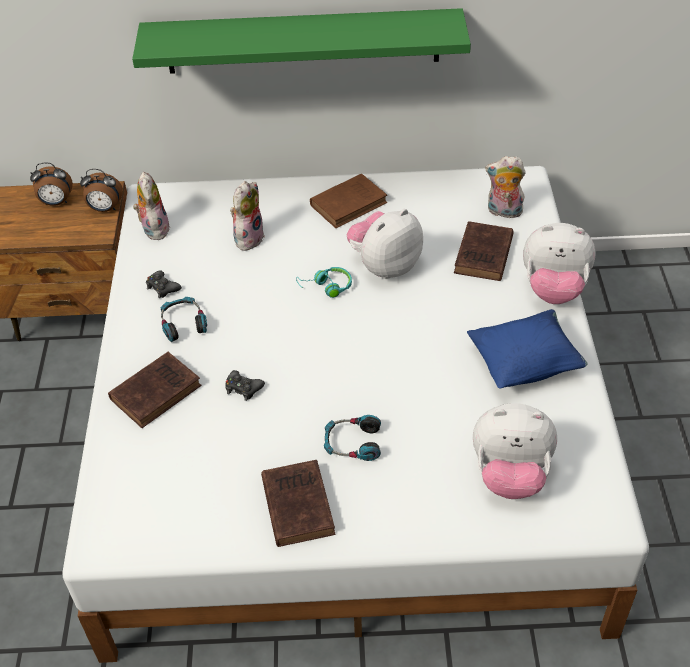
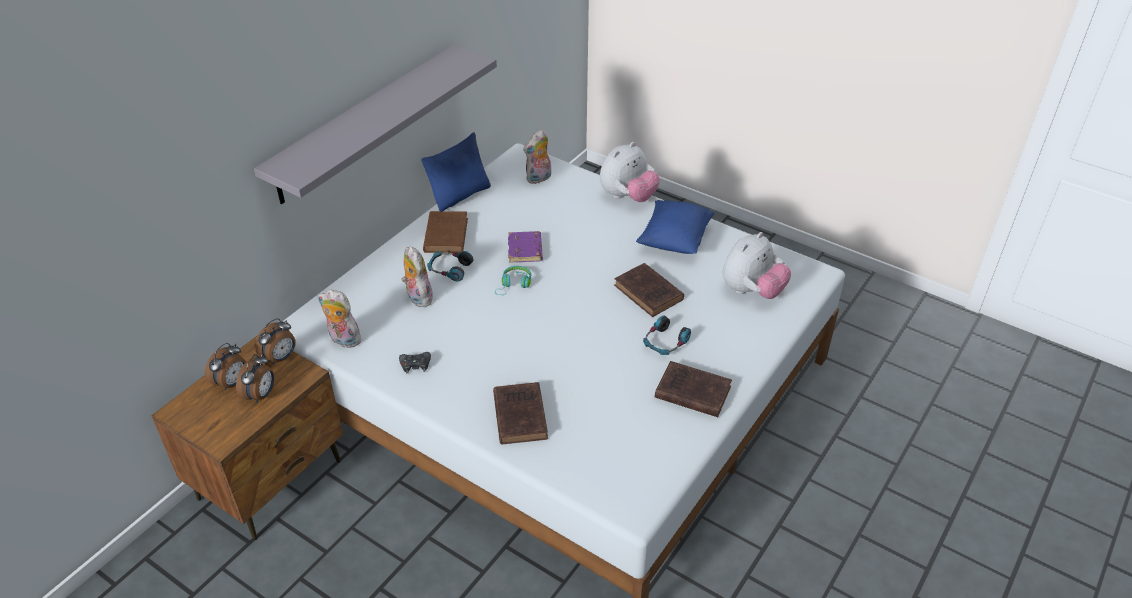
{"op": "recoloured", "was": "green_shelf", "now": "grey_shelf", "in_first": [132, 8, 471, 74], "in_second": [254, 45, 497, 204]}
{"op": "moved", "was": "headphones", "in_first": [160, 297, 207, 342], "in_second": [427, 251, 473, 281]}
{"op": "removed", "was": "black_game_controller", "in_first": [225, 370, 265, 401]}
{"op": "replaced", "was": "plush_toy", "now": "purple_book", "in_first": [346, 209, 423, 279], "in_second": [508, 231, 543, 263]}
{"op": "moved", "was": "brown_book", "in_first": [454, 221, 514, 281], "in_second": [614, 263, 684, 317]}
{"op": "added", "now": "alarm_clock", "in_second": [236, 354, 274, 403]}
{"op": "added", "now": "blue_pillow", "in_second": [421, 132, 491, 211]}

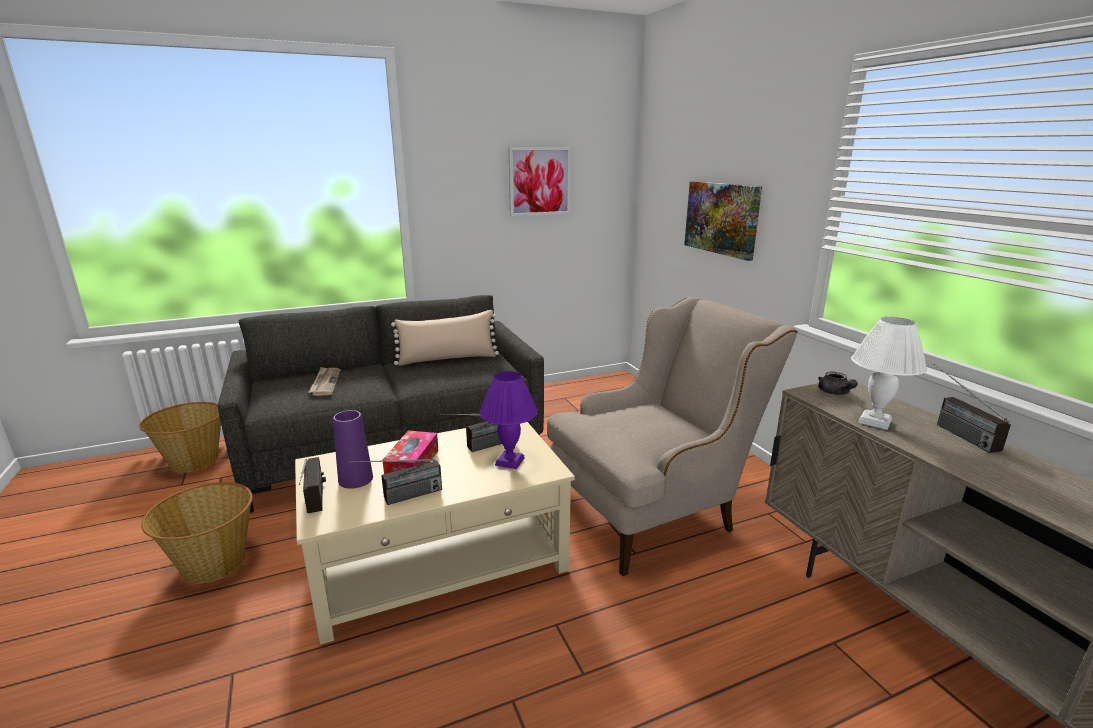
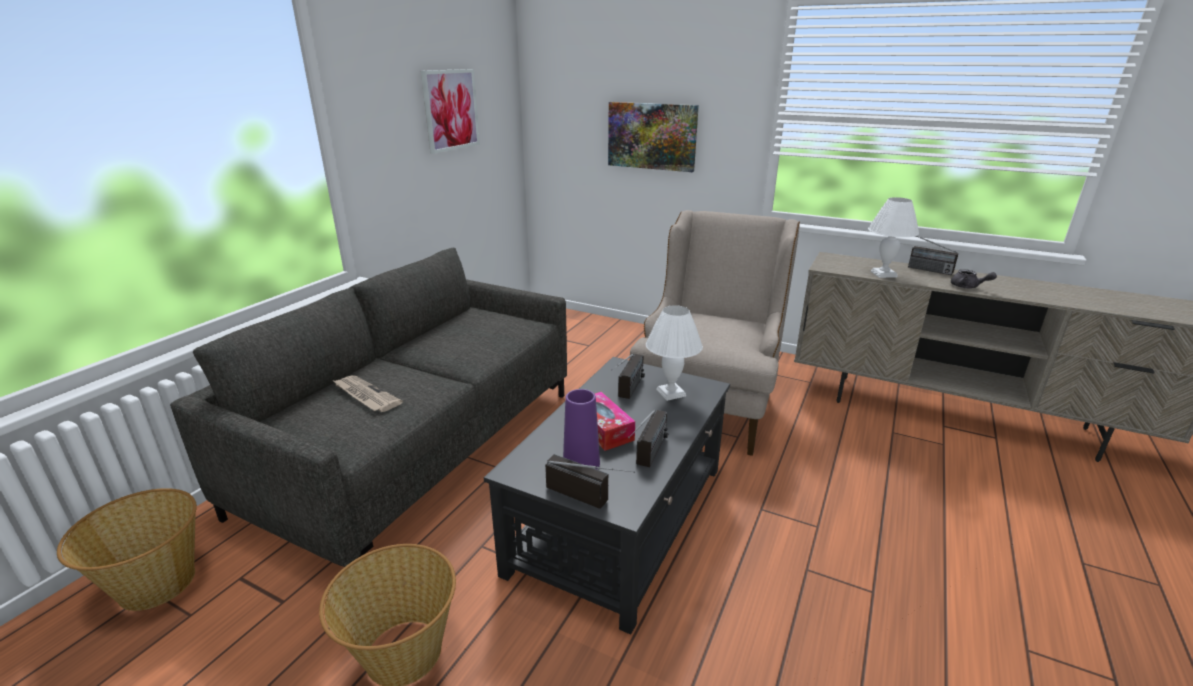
{"op": "recoloured", "was": "beige_coffee_table", "now": "black_coffee_table", "in_first": [295, 422, 575, 645], "in_second": [484, 357, 730, 635]}
{"op": "removed", "was": "beige_pillow", "in_first": [391, 310, 499, 366]}
{"op": "recoloured", "was": "purple_table_lamp", "now": "white_table_lamp", "in_first": [479, 371, 538, 469], "in_second": [646, 305, 703, 401]}
{"op": "moved", "was": "grey_teapot", "in_first": [818, 371, 858, 395], "in_second": [951, 269, 997, 288]}

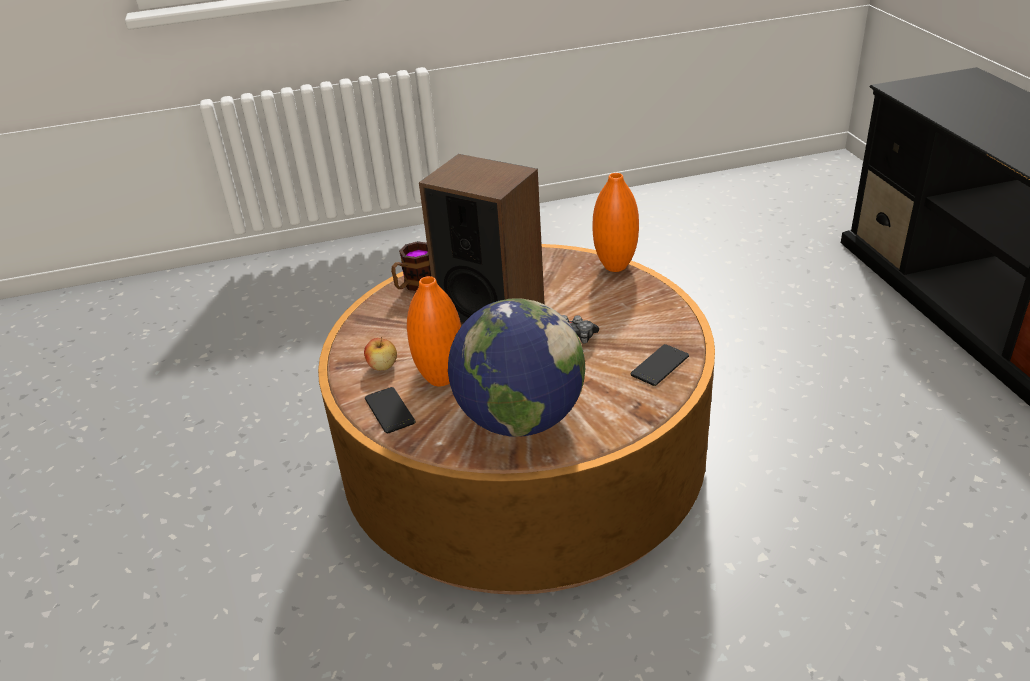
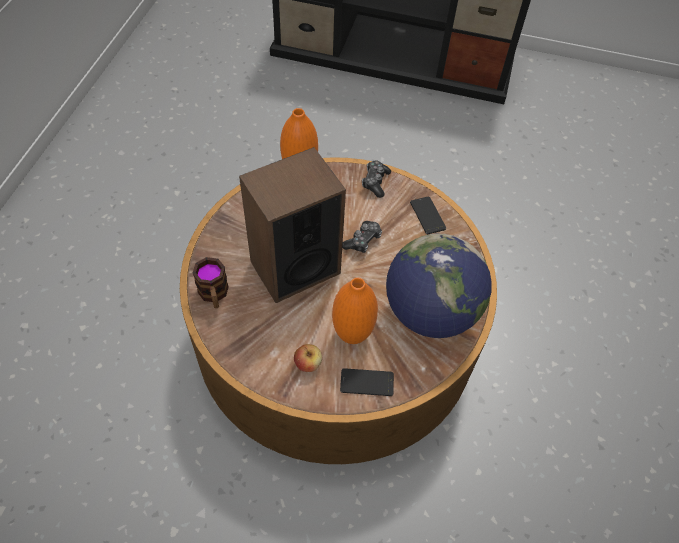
{"op": "added", "now": "game_controller", "in_second": [362, 160, 391, 198]}

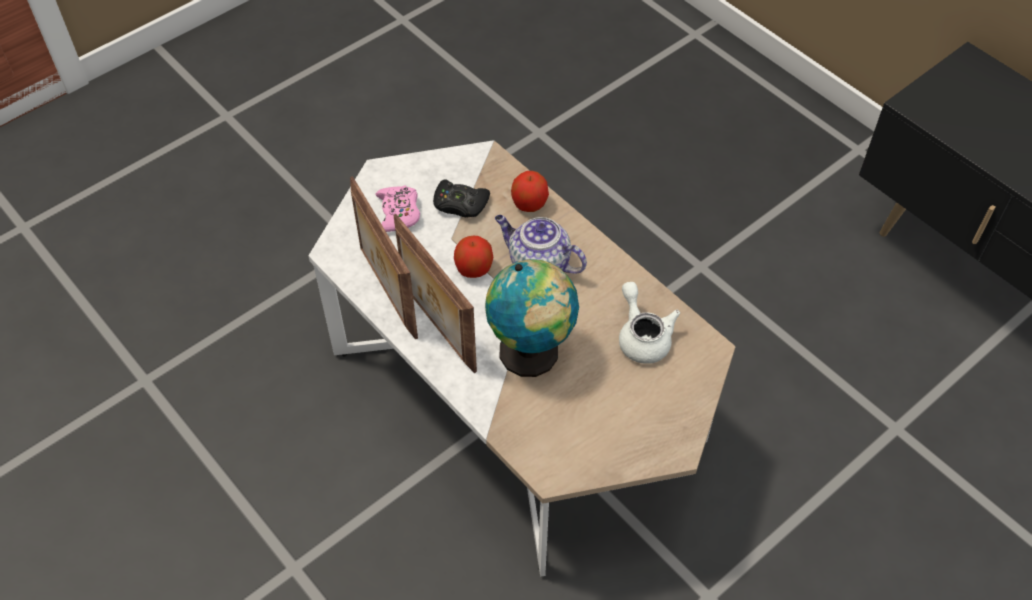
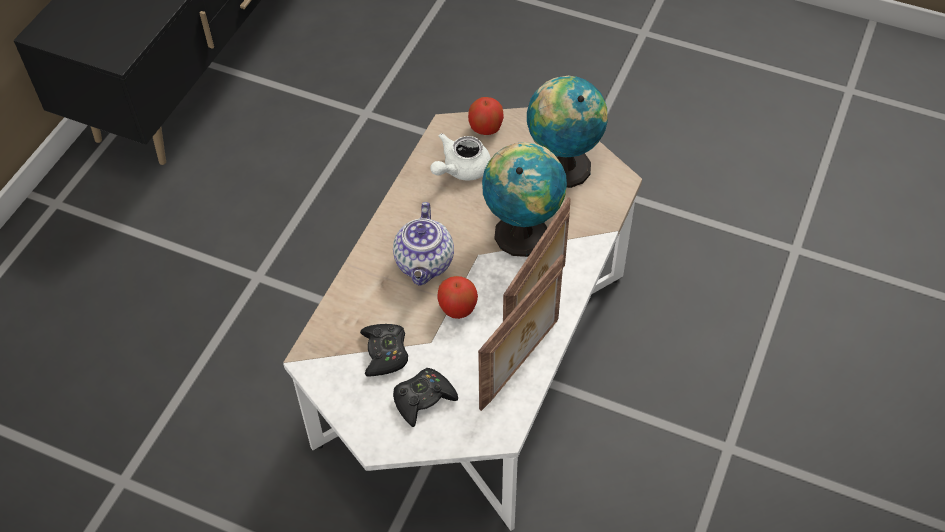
{"op": "recoloured", "was": "pink_game_controller", "now": "black_game_controller", "in_first": [375, 185, 420, 232], "in_second": [393, 368, 458, 427]}
{"op": "moved", "was": "apple", "in_first": [511, 171, 549, 212], "in_second": [468, 97, 504, 135]}
{"op": "added", "now": "globe", "in_second": [527, 76, 608, 188]}

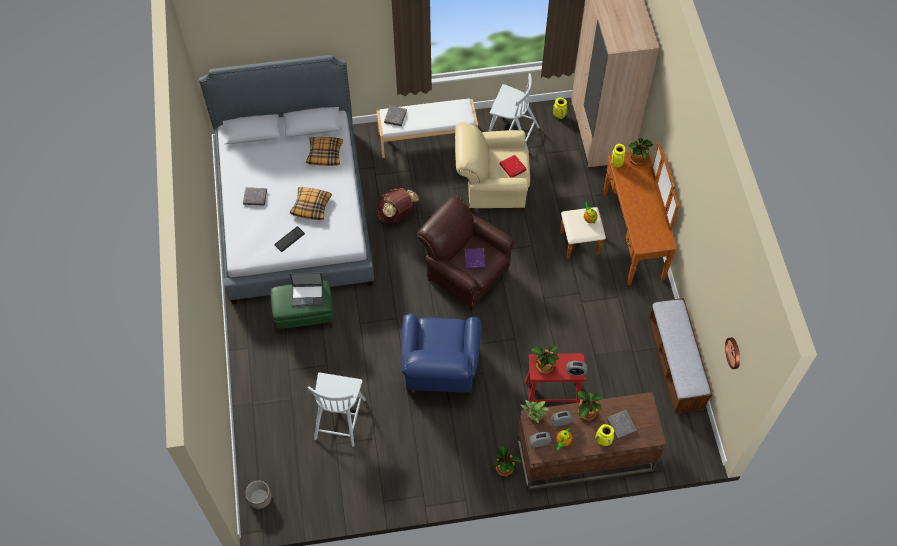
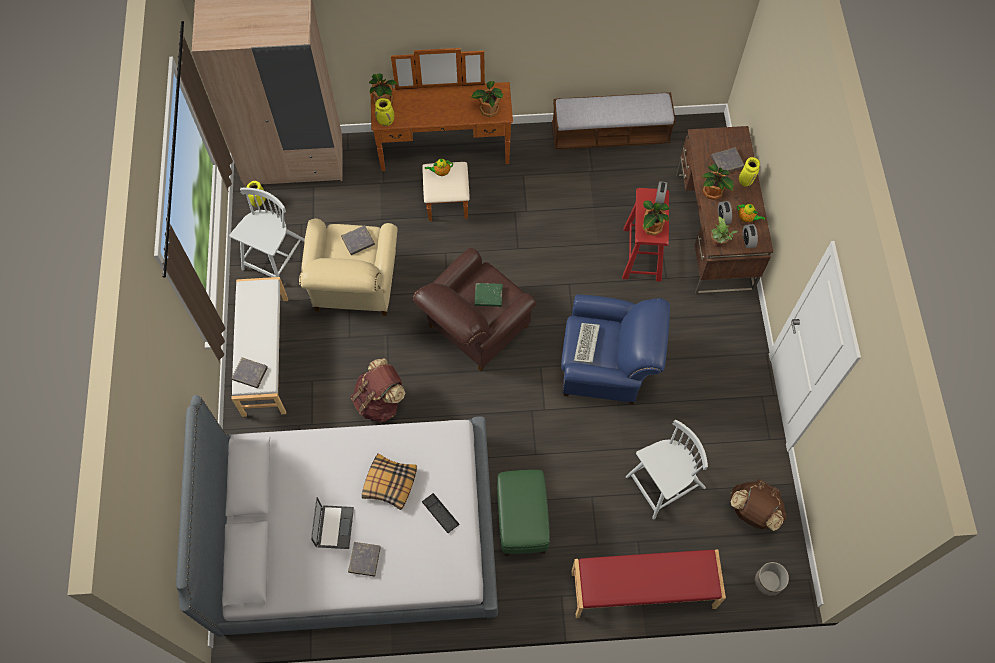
{"op": "moved", "was": "laptop", "in_first": [290, 273, 324, 306], "in_second": [311, 497, 354, 549]}
{"op": "removed", "was": "pillow", "in_first": [306, 137, 343, 166]}
{"op": "turned", "was": "white_chair", "in_first": [308, 372, 366, 447], "in_second": [626, 419, 708, 519], "clockwise": -45}
{"op": "recoloured", "was": "purple_book", "now": "green_book", "in_first": [465, 248, 485, 269], "in_second": [475, 283, 503, 307]}
{"op": "moved", "was": "potted_plant", "in_first": [494, 446, 521, 477], "in_second": [471, 81, 503, 117]}
{"op": "recoloured", "was": "red_book", "now": "grey_book", "in_first": [500, 155, 527, 178], "in_second": [341, 225, 375, 255]}
{"op": "removed", "was": "wall_clock", "in_first": [725, 337, 740, 369]}
{"op": "added", "now": "red_bench", "in_second": [571, 549, 726, 618]}
{"op": "added", "now": "keyboard", "in_second": [574, 323, 600, 364]}
{"op": "added", "now": "brown_backpack", "in_second": [730, 479, 787, 531]}

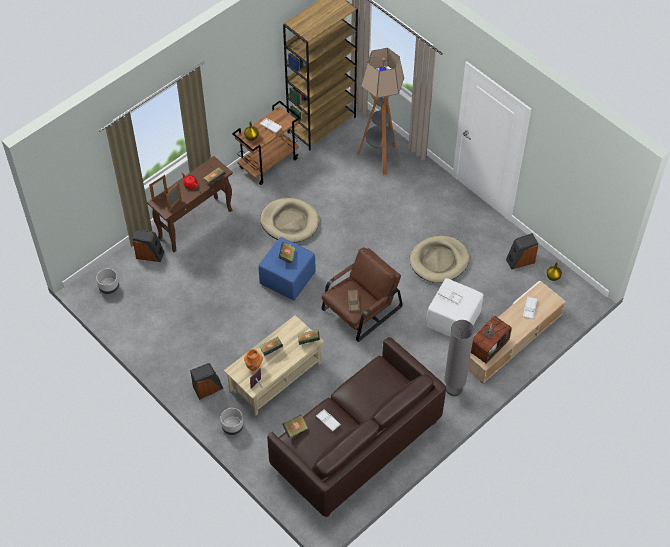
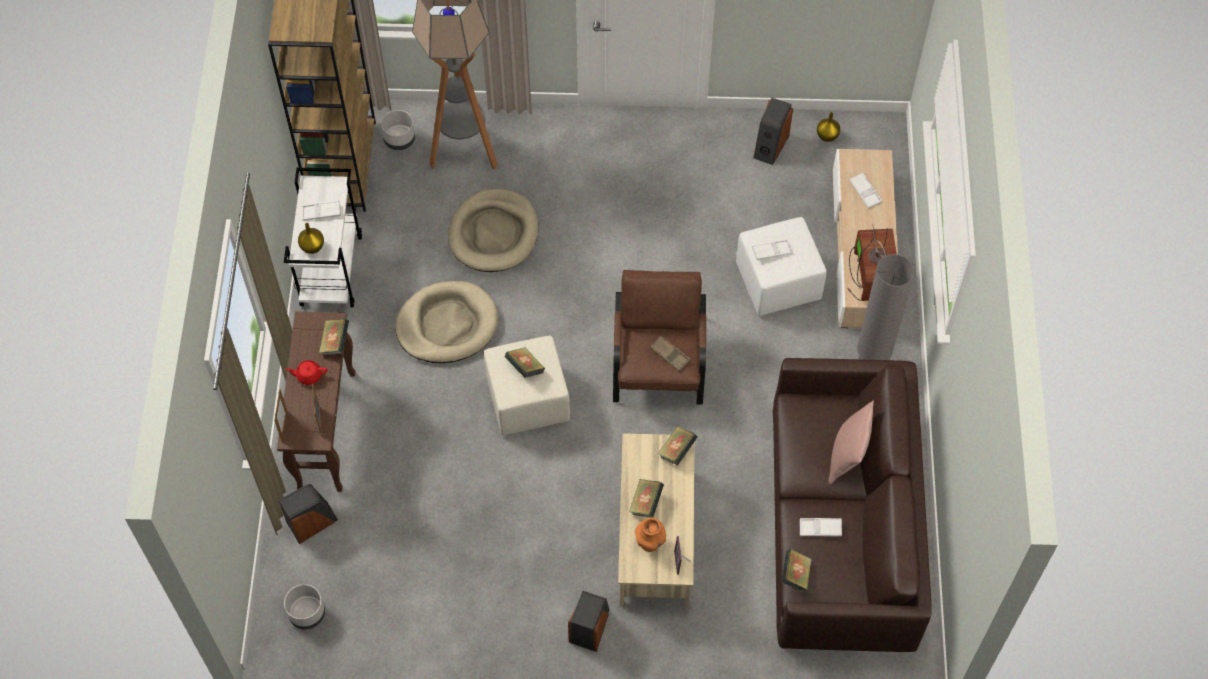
{"op": "moved", "was": "grey_planter", "in_first": [220, 408, 243, 435], "in_second": [381, 110, 415, 150]}
{"op": "recoloured", "was": "brown_cart", "now": "white_cart", "in_first": [232, 101, 301, 185], "in_second": [284, 168, 362, 308]}
{"op": "recoloured", "was": "blue_ottoman", "now": "beige_ottoman", "in_first": [259, 237, 316, 301], "in_second": [484, 336, 570, 436]}
{"op": "moved", "was": "beige_dog_bed", "in_first": [409, 236, 469, 283], "in_second": [448, 189, 538, 272]}
{"op": "added", "now": "pink_pillow", "in_second": [829, 400, 874, 485]}

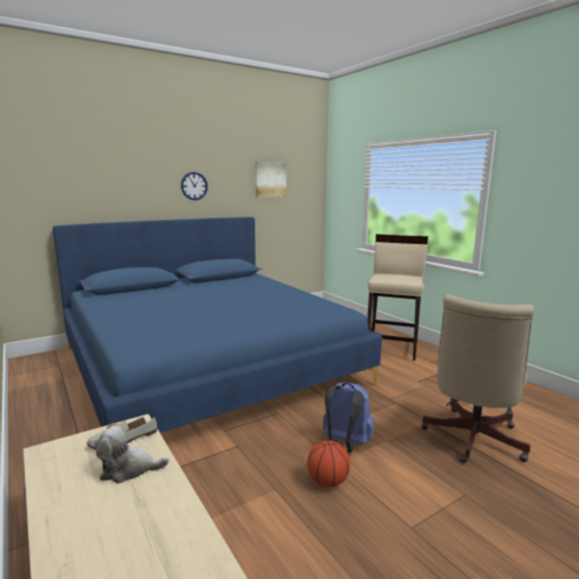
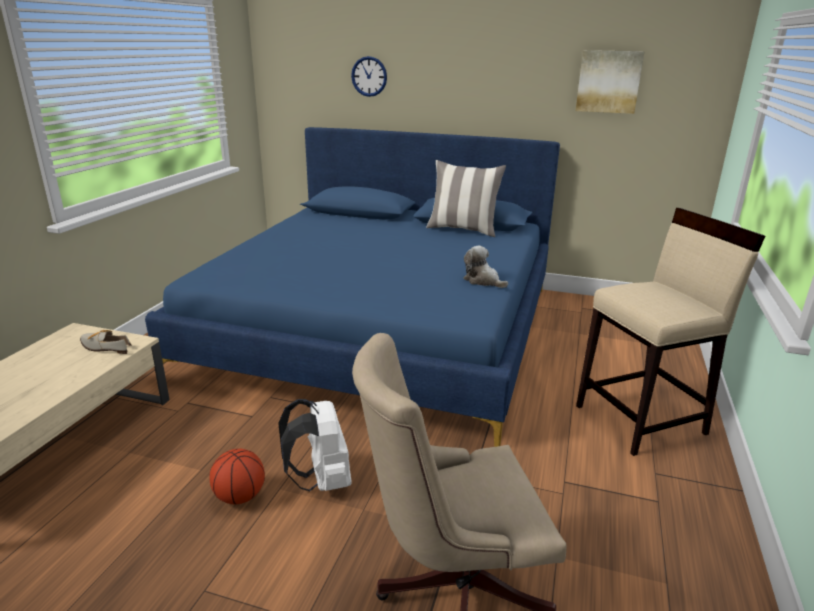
{"op": "moved", "was": "plush_toy", "in_first": [94, 426, 169, 483], "in_second": [463, 245, 508, 288]}
{"op": "moved", "was": "wall_clock", "in_first": [181, 172, 208, 200], "in_second": [351, 56, 387, 97]}
{"op": "recoloured", "was": "blue_backpack", "now": "white_backpack", "in_first": [323, 382, 374, 453], "in_second": [278, 399, 351, 491]}
{"op": "added", "now": "pillow", "in_second": [426, 160, 506, 237]}

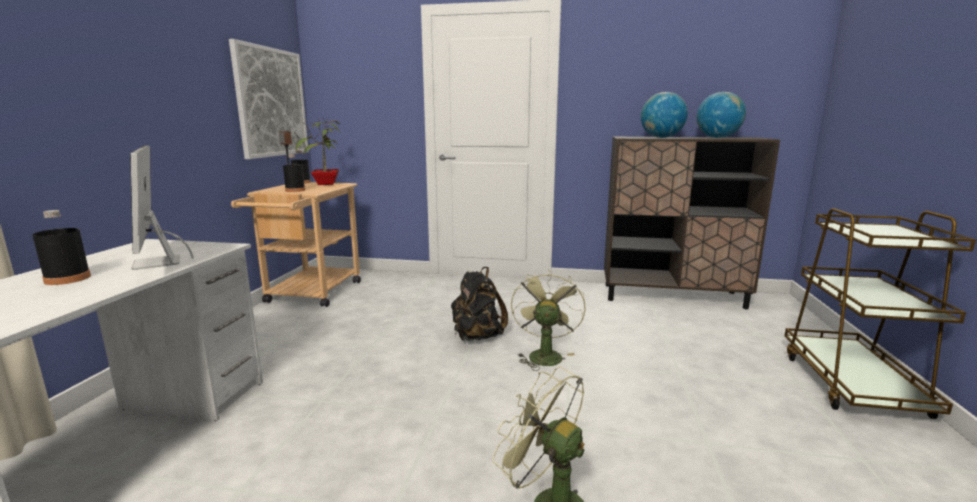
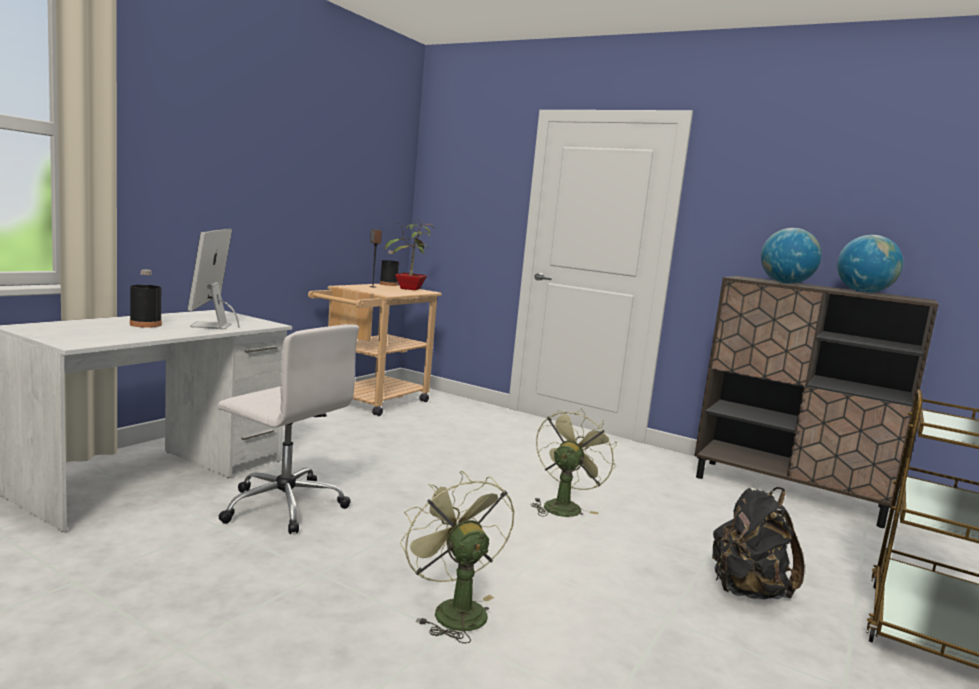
{"op": "removed", "was": "picture", "in_first": [229, 39, 309, 159]}
{"op": "removed", "was": "black_bottle", "in_first": [283, 154, 305, 192]}
{"op": "moved", "was": "black_backpack", "in_first": [451, 267, 508, 341], "in_second": [712, 487, 805, 599]}
{"op": "added", "now": "white_office_chair", "in_second": [217, 324, 359, 534]}

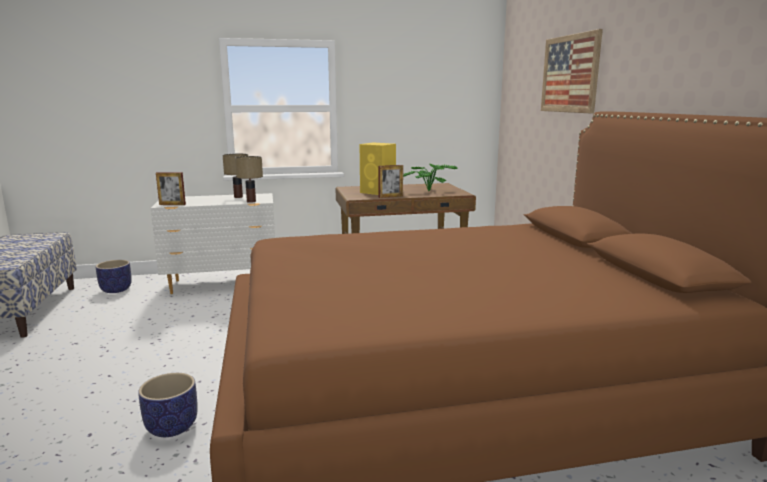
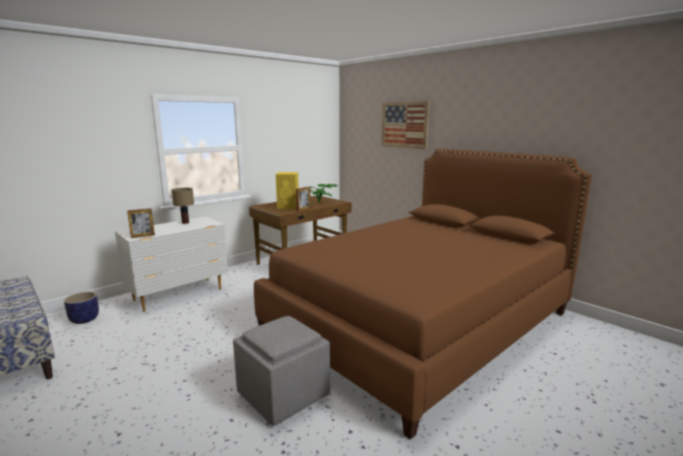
{"op": "replaced", "was": "planter", "now": "grey_ottoman", "in_first": [138, 373, 197, 437], "in_second": [233, 316, 330, 426]}
{"op": "removed", "was": "table_lamp", "in_first": [235, 156, 263, 203]}

